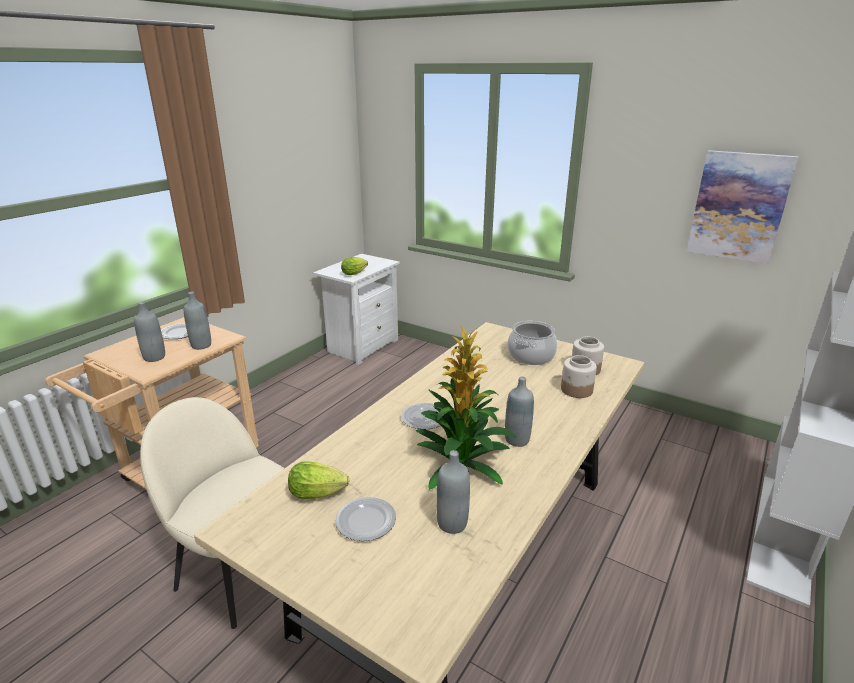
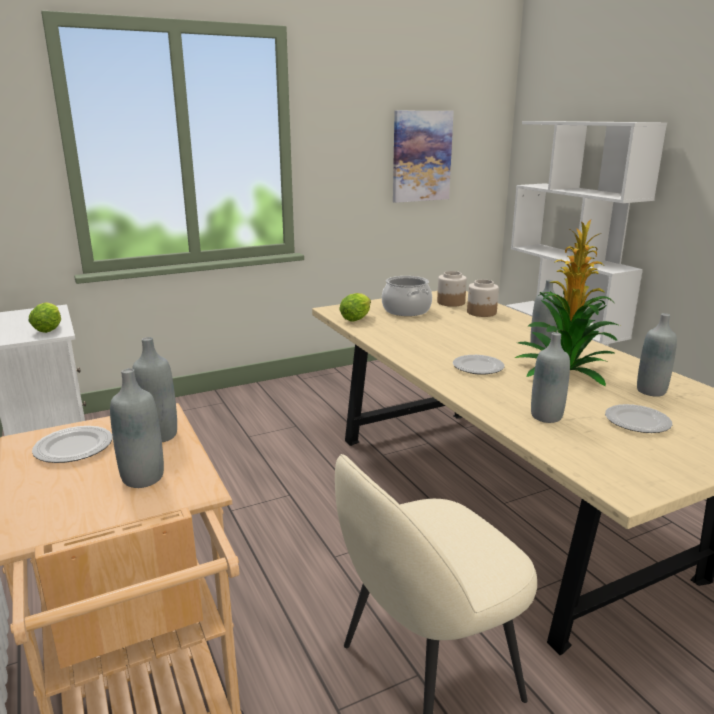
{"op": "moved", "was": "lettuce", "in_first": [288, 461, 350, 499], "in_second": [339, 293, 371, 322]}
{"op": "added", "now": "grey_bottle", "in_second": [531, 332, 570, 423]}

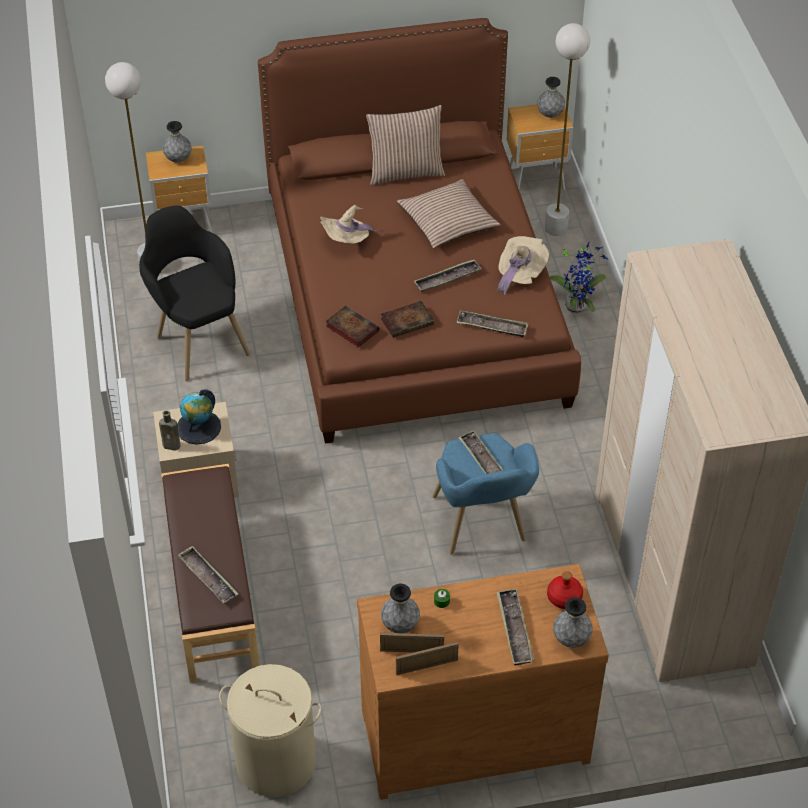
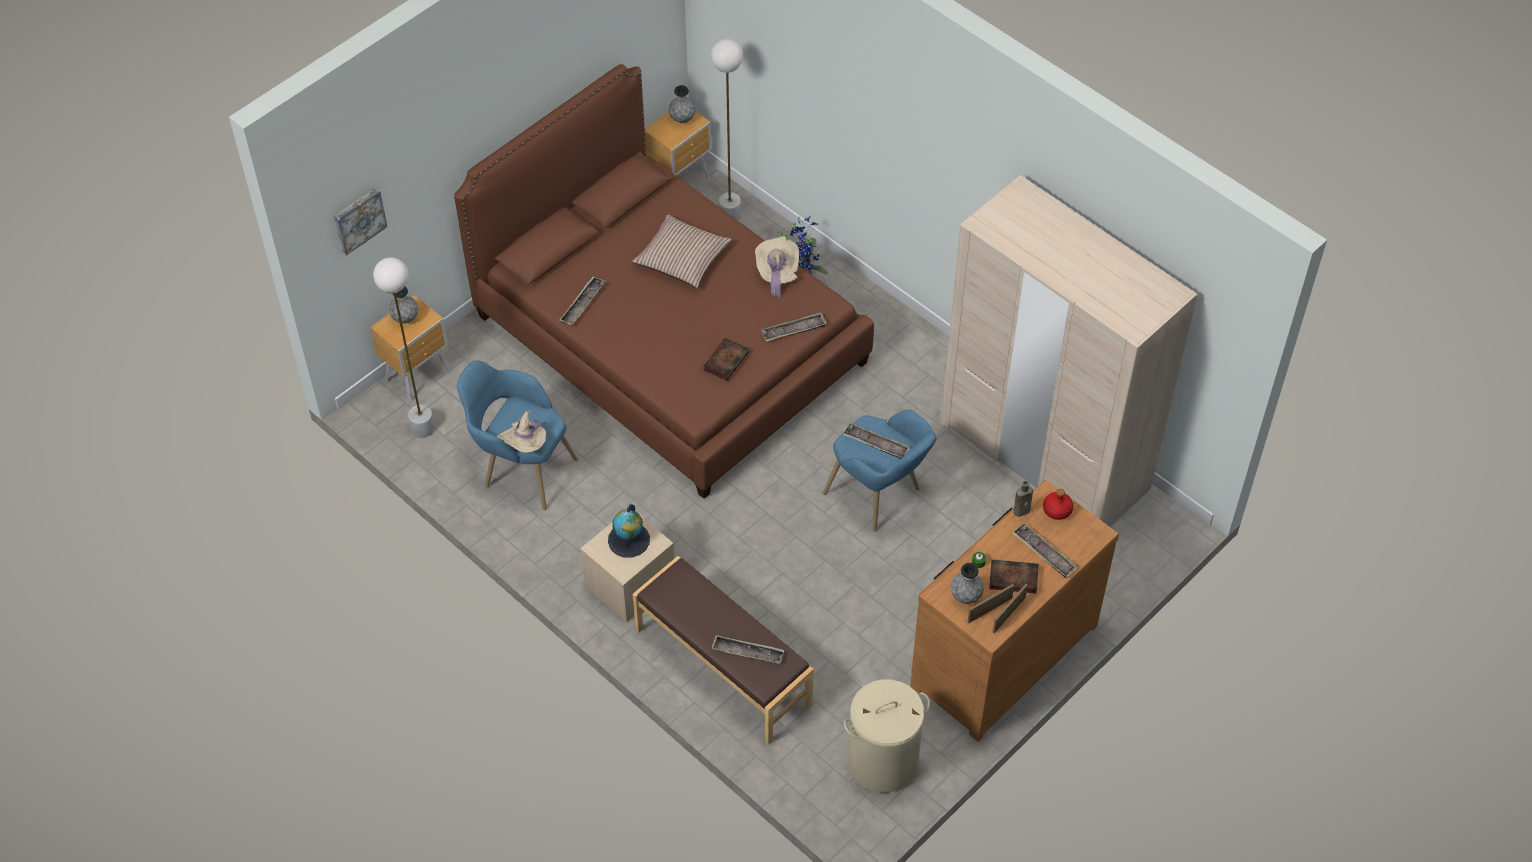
{"op": "recoloured", "was": "black_armchair", "now": "blue_armchair", "in_first": [139, 205, 250, 381], "in_second": [457, 360, 578, 510]}
{"op": "moved", "was": "brown_bottle", "in_first": [159, 410, 181, 451], "in_second": [1013, 480, 1033, 517]}
{"op": "moved", "was": "beige_hat", "in_first": [320, 205, 378, 244], "in_second": [497, 410, 546, 453]}
{"op": "moved", "was": "book", "in_first": [325, 306, 379, 348], "in_second": [989, 559, 1039, 594]}
{"op": "removed", "was": "pillow", "in_first": [366, 105, 445, 185]}
{"op": "moved", "was": "tray", "in_first": [414, 260, 482, 292], "in_second": [560, 276, 606, 326]}
{"op": "removed", "was": "grey_vase", "in_first": [553, 597, 593, 648]}
{"op": "added", "now": "picture", "in_second": [334, 188, 387, 255]}

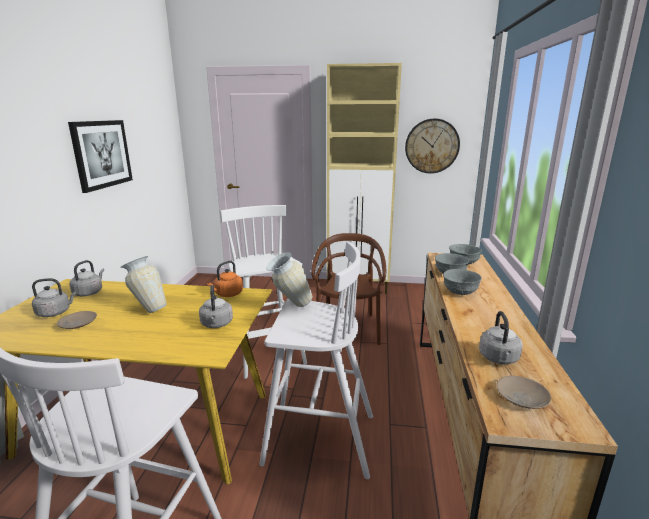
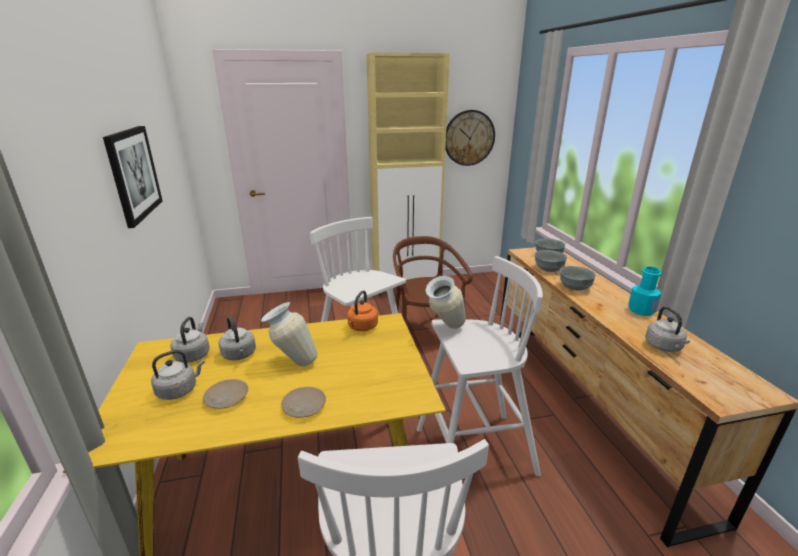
{"op": "moved", "was": "grey_kettle", "in_first": [199, 285, 233, 328], "in_second": [218, 316, 256, 360]}
{"op": "moved", "was": "beige_plate", "in_first": [496, 376, 551, 409], "in_second": [281, 387, 326, 418]}
{"op": "added", "now": "turquoise_bottle", "in_second": [628, 266, 662, 316]}

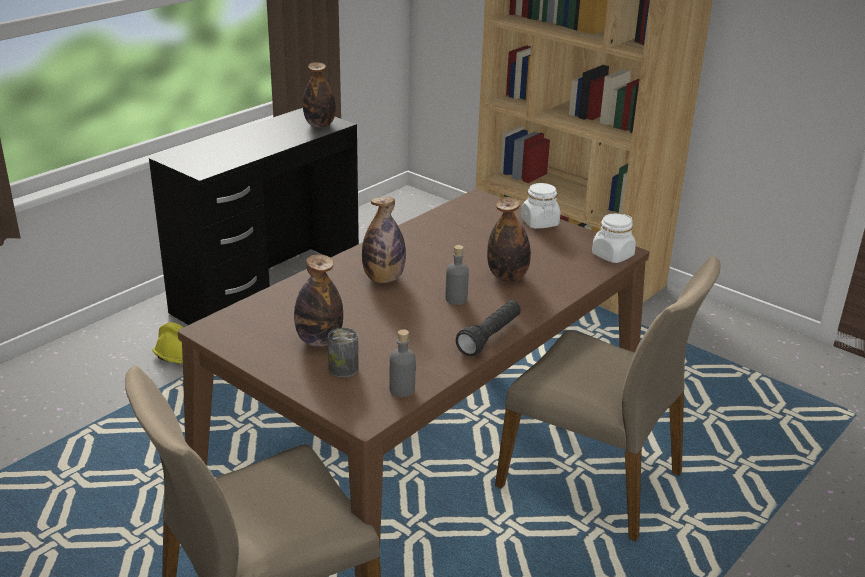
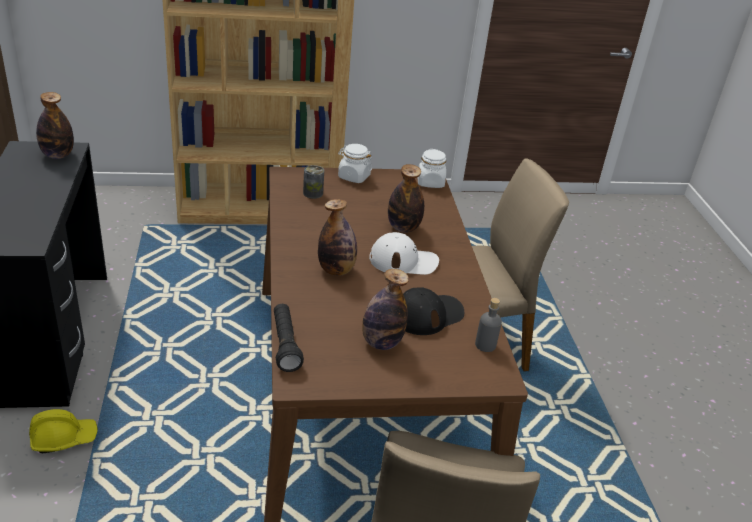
{"op": "moved", "was": "can", "in_first": [328, 328, 359, 378], "in_second": [303, 165, 324, 199]}
{"op": "replaced", "was": "grey_bottle", "now": "white_cap", "in_first": [445, 245, 469, 305], "in_second": [369, 232, 439, 275]}
{"op": "moved", "was": "black_flashlight", "in_first": [456, 300, 521, 356], "in_second": [274, 304, 304, 372]}
{"op": "added", "now": "black_cap", "in_second": [403, 287, 464, 335]}

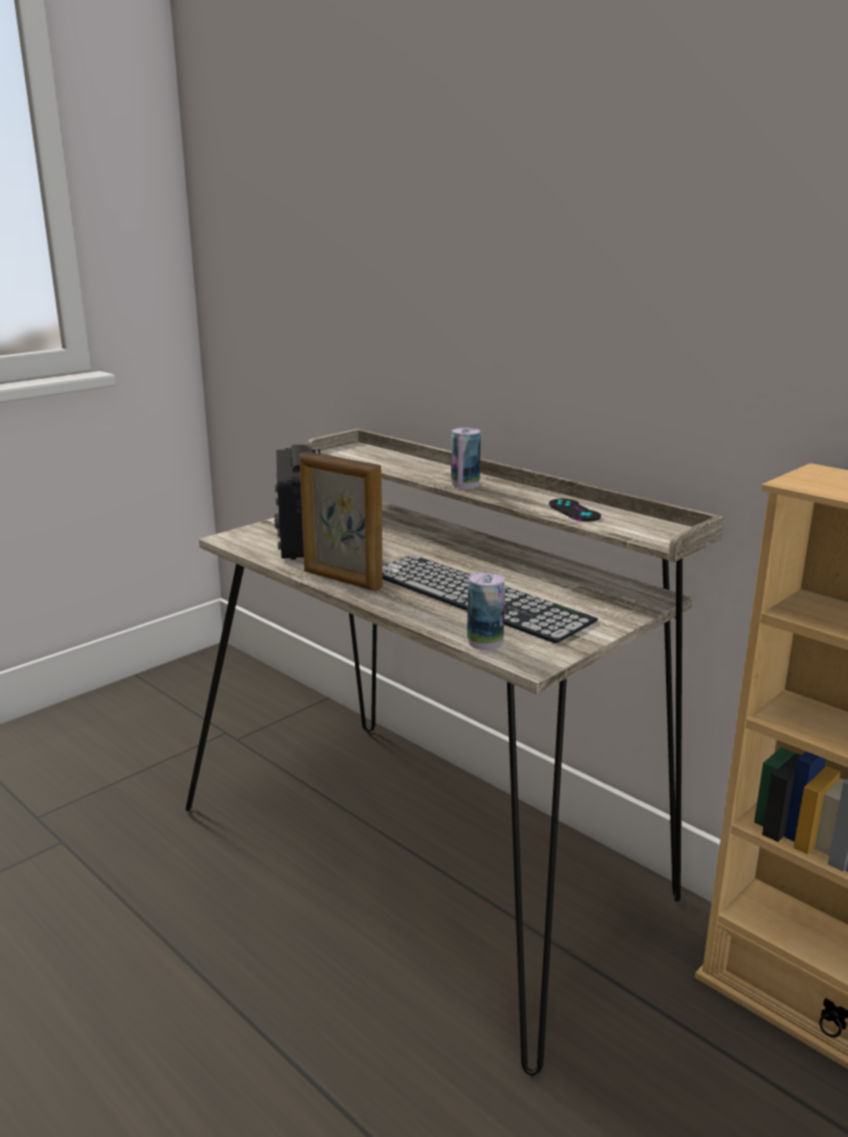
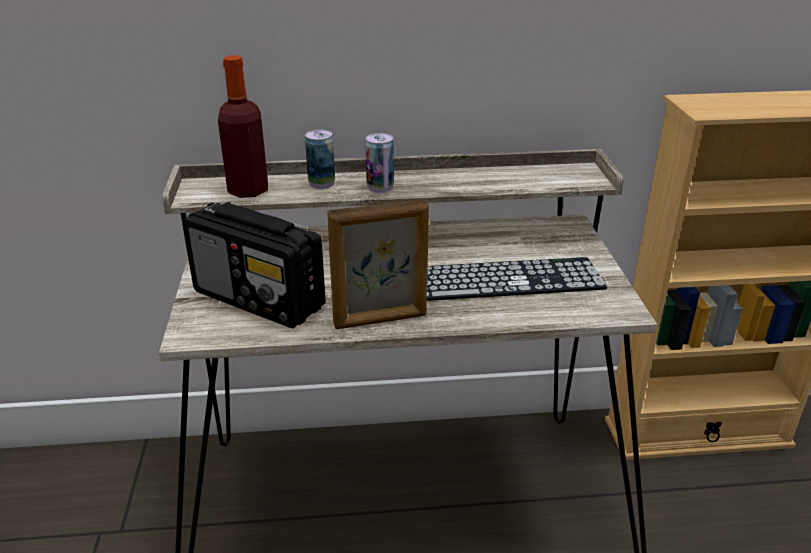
{"op": "moved", "was": "can", "in_first": [467, 572, 505, 650], "in_second": [305, 130, 335, 189]}
{"op": "removed", "was": "black_game_controller", "in_first": [549, 499, 601, 521]}
{"op": "added", "now": "bottle", "in_second": [218, 55, 268, 198]}

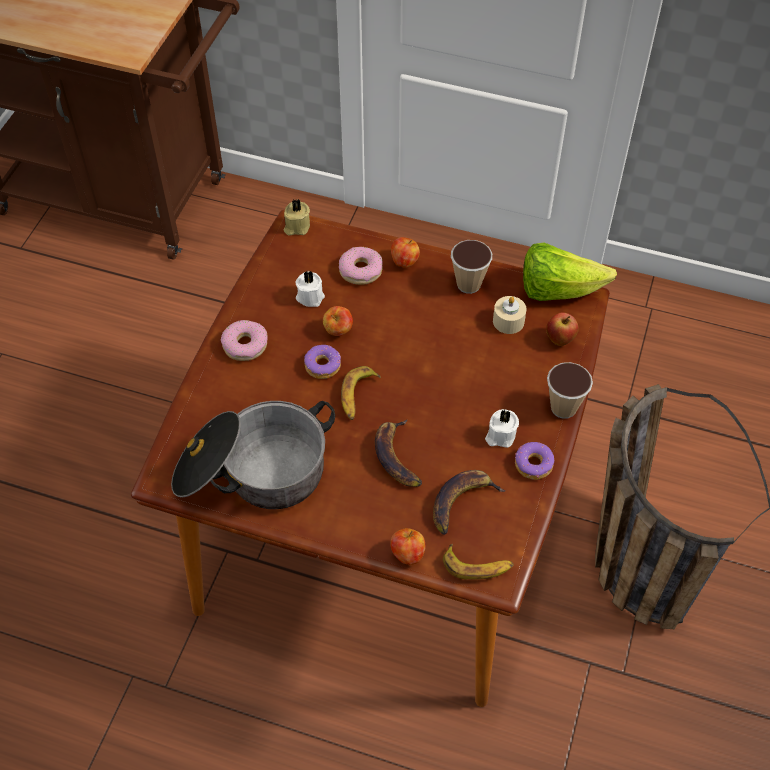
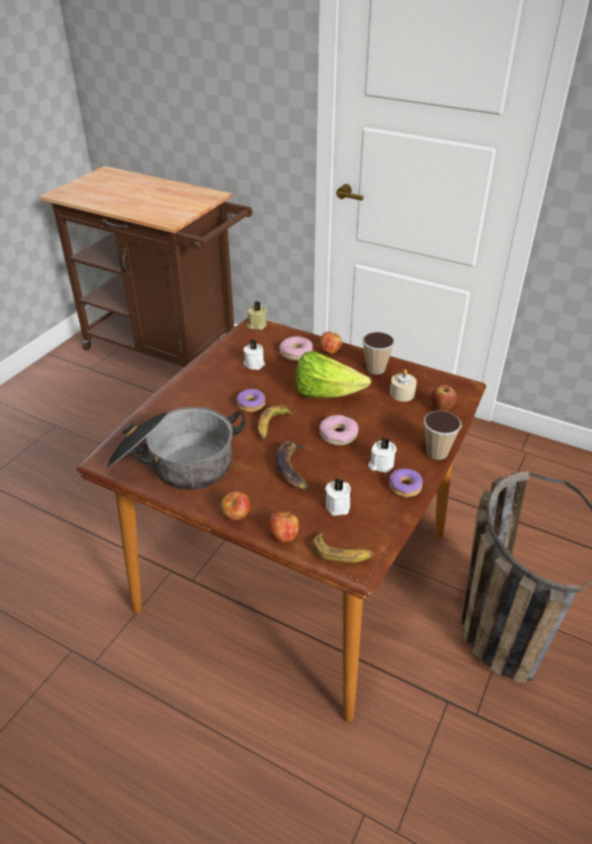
{"op": "moved", "was": "donut", "in_first": [221, 320, 268, 361], "in_second": [319, 415, 358, 445]}
{"op": "moved", "was": "apple", "in_first": [323, 306, 353, 336], "in_second": [221, 491, 250, 520]}
{"op": "replaced", "was": "banana", "now": "white_candle", "in_first": [433, 470, 506, 535], "in_second": [325, 478, 351, 516]}
{"op": "moved", "was": "lettuce", "in_first": [523, 242, 617, 301], "in_second": [296, 351, 371, 398]}

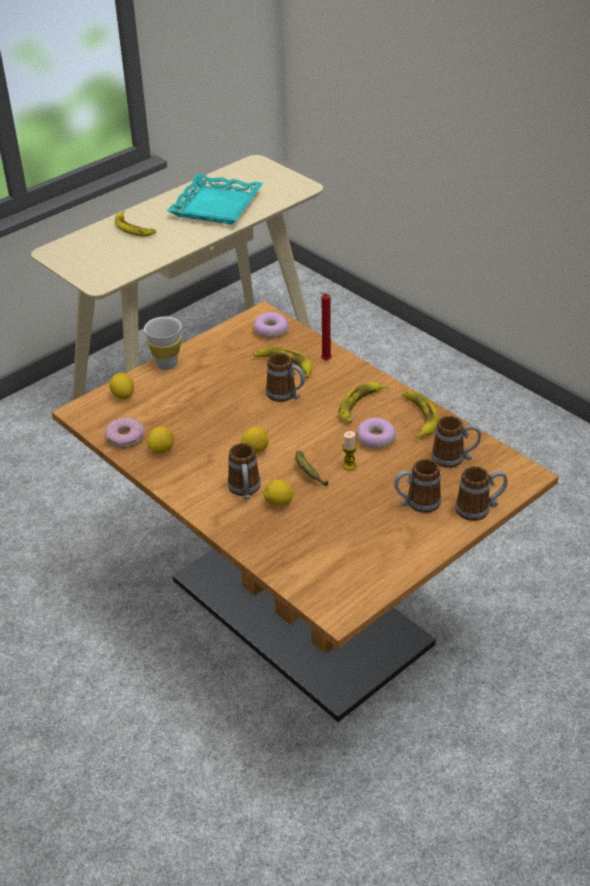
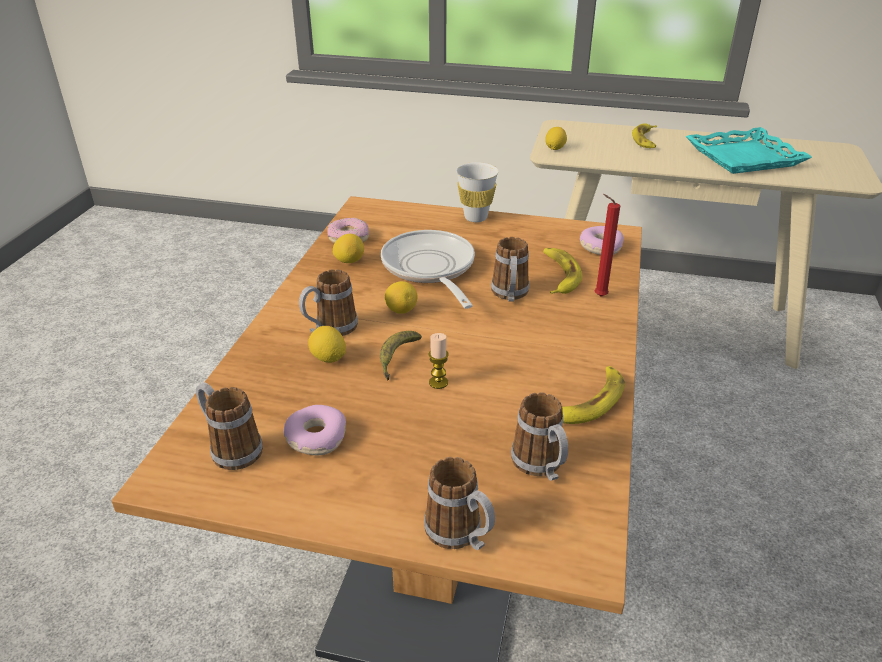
{"op": "moved", "was": "lemon", "in_first": [109, 373, 134, 399], "in_second": [545, 127, 567, 150]}
{"op": "removed", "was": "banana", "in_first": [338, 382, 389, 424]}
{"op": "moved", "was": "donut", "in_first": [357, 417, 397, 449], "in_second": [284, 405, 346, 455]}
{"op": "moved", "was": "mug", "in_first": [394, 459, 441, 513], "in_second": [196, 382, 263, 470]}
{"op": "added", "now": "frying_pan", "in_second": [381, 230, 475, 309]}

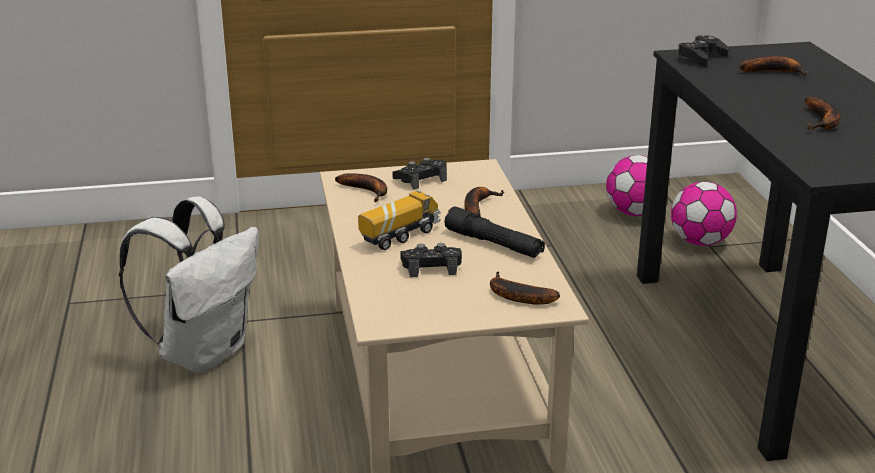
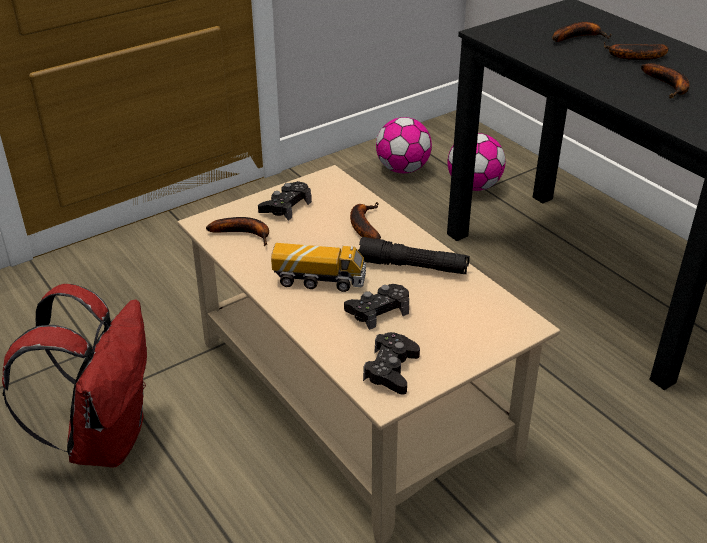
{"op": "recoloured", "was": "white_backpack", "now": "red_backpack", "in_first": [119, 196, 259, 373], "in_second": [2, 284, 147, 467]}
{"op": "turned", "was": "toy_truck", "in_first": [358, 190, 440, 250], "in_second": [271, 243, 366, 292], "clockwise": 75}
{"op": "moved", "was": "banana", "in_first": [490, 271, 560, 305], "in_second": [604, 42, 668, 60]}
{"op": "moved", "was": "black_game_controller", "in_first": [677, 35, 729, 67], "in_second": [363, 332, 420, 395]}

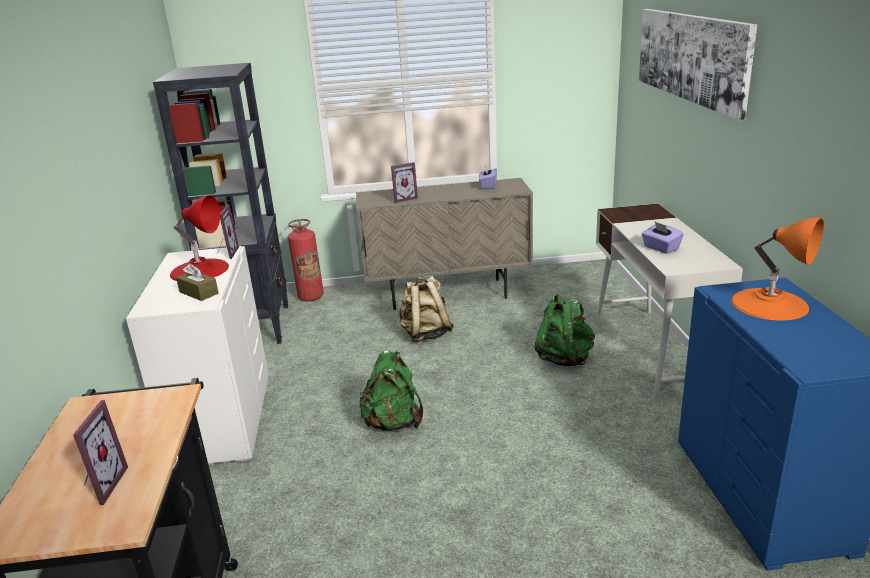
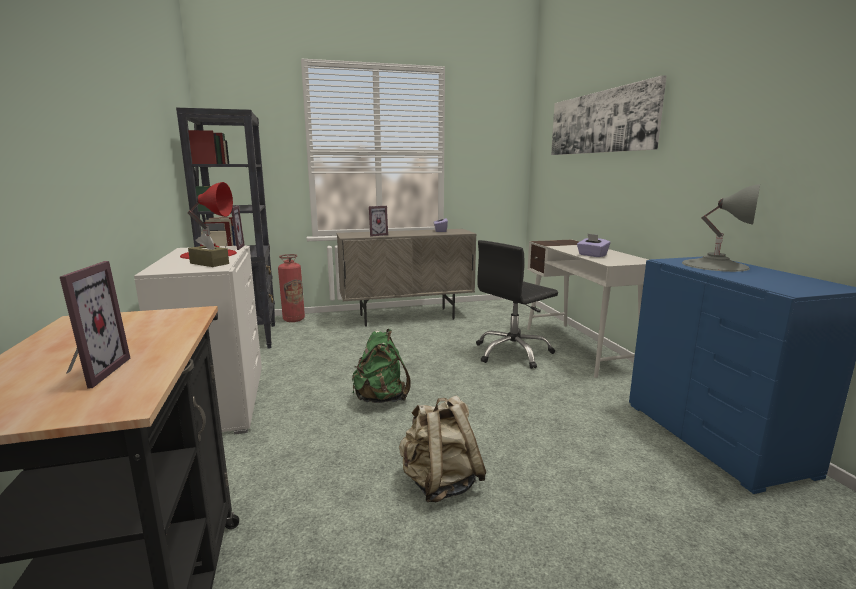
{"op": "moved", "was": "beige_backpack", "in_first": [398, 276, 454, 342], "in_second": [399, 396, 486, 503]}
{"op": "replaced", "was": "green_backpack", "now": "black_office_chair", "in_first": [535, 294, 595, 366], "in_second": [476, 240, 558, 369]}
{"op": "recoloured", "was": "orange_table_lamp", "now": "grey_table_lamp", "in_first": [731, 218, 824, 320], "in_second": [682, 184, 760, 272]}

